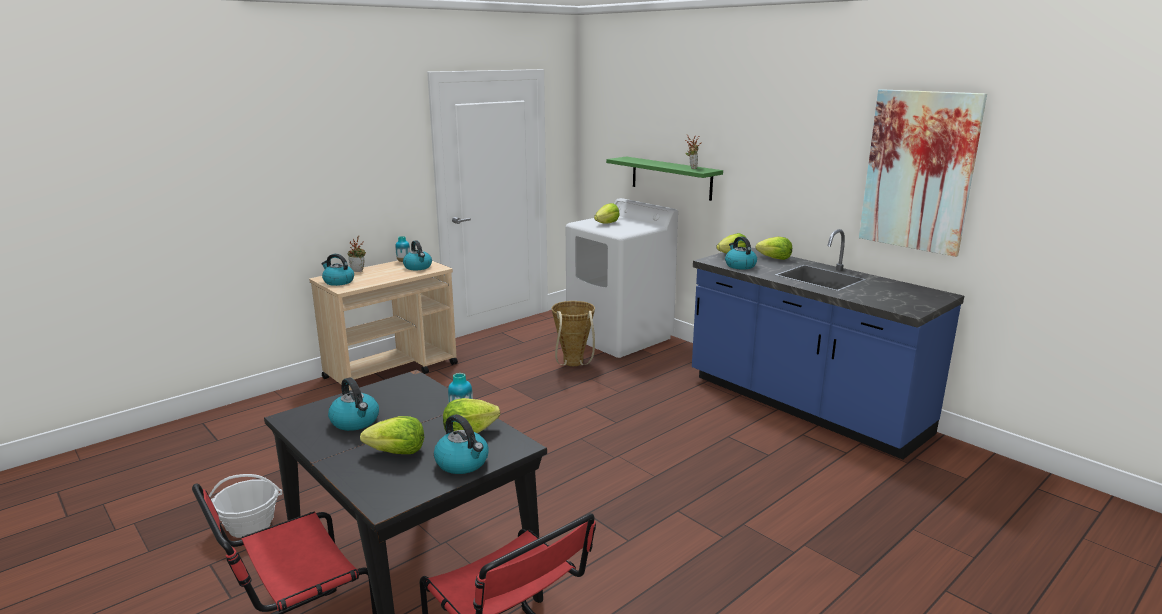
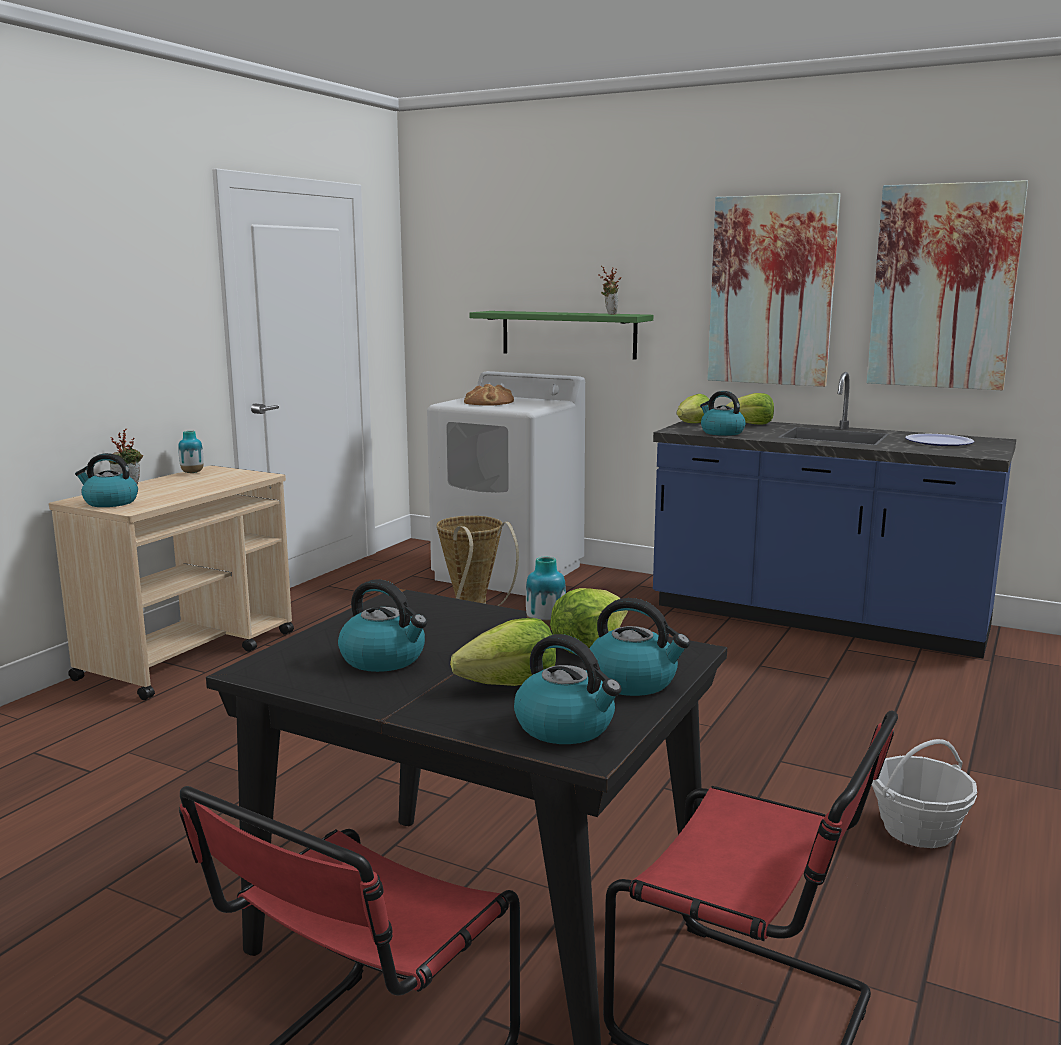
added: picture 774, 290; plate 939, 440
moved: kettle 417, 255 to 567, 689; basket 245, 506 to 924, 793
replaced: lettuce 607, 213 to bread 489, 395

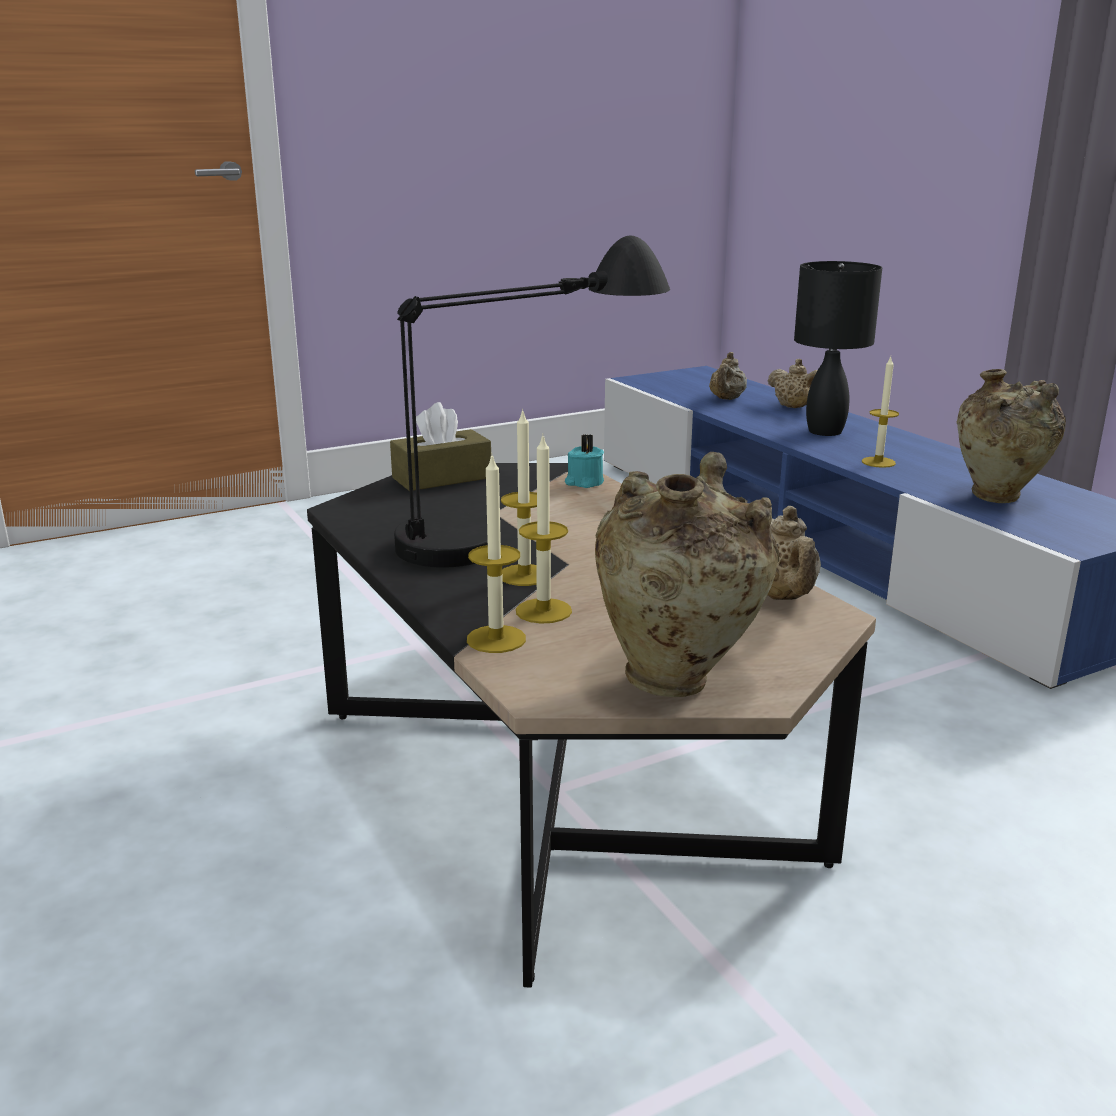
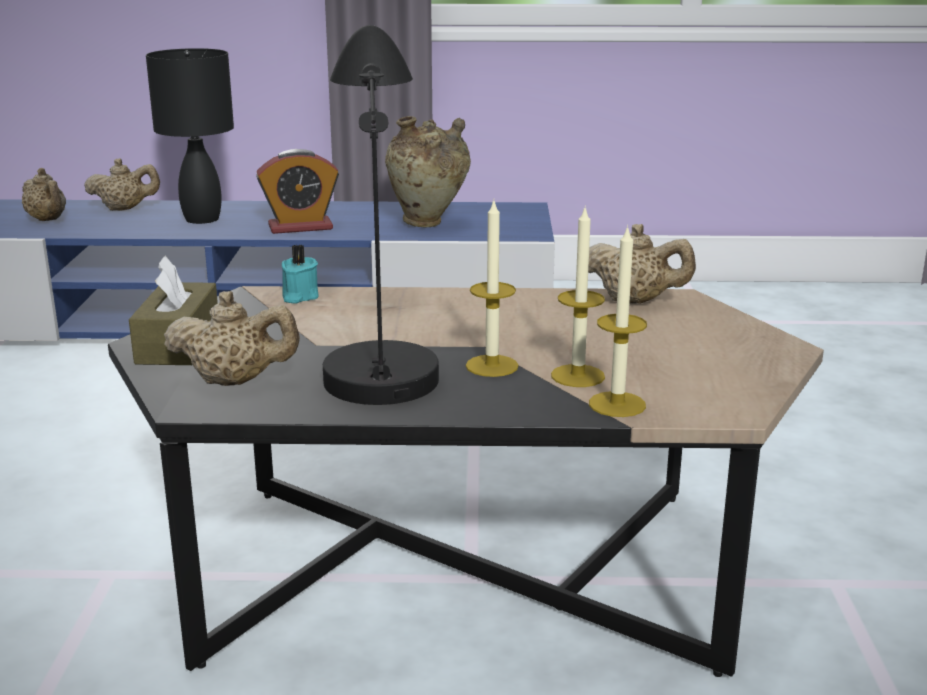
removed: vase (beige) 687, 574
added: teapot (beige) 232, 338
replaced: candle 880, 412 to alarm clock 297, 191

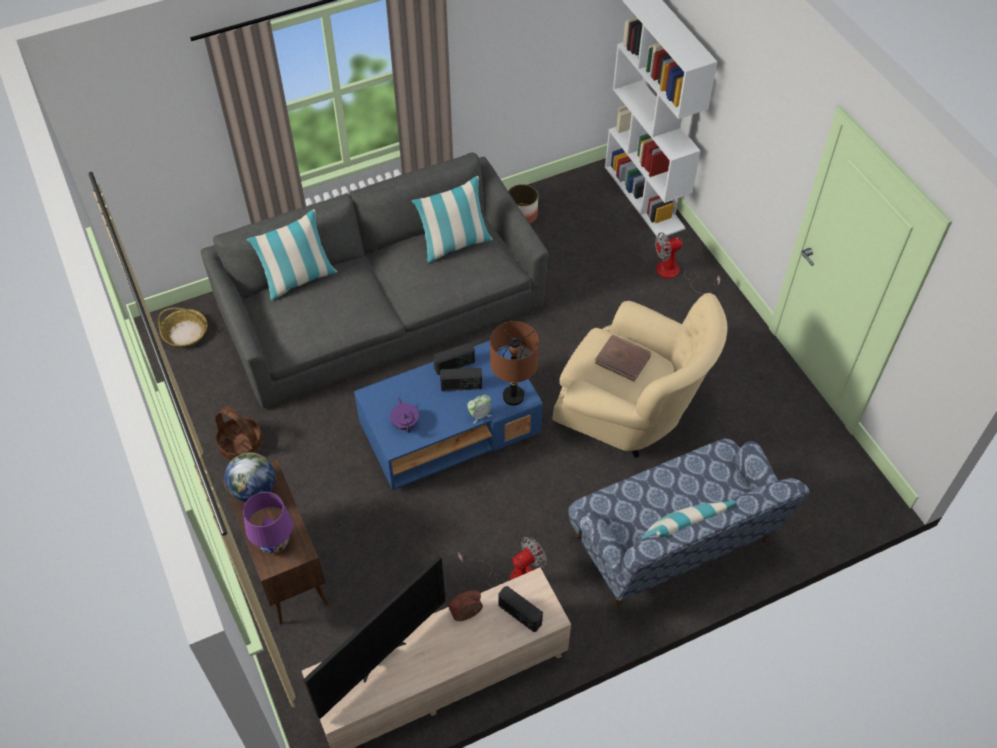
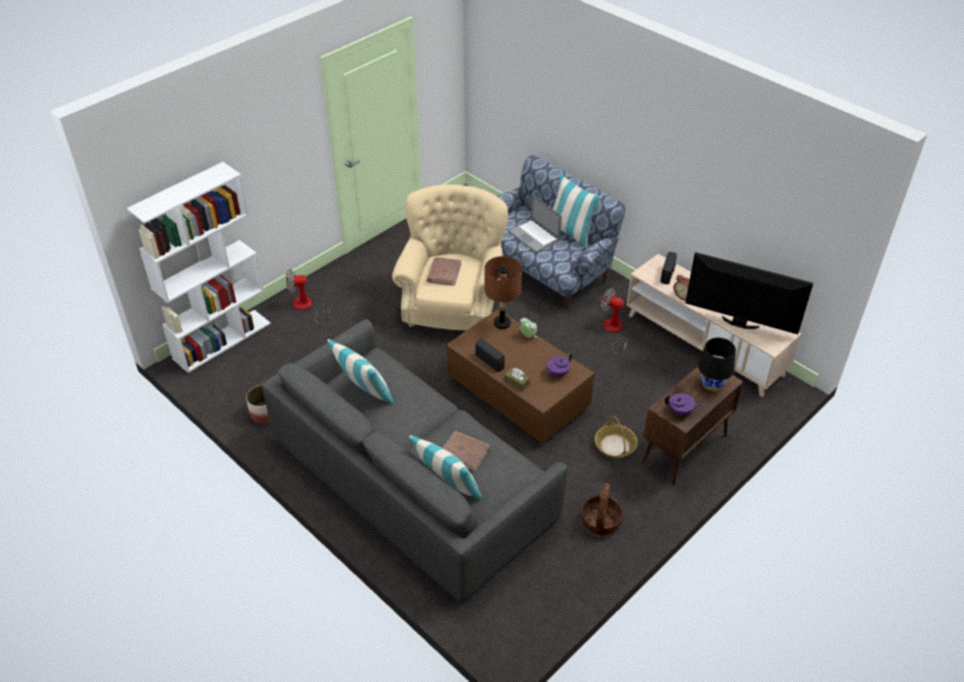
removed: radio 461, 379
added: book (brown) 466, 451; tissue box (brown) 517, 379; laptop 535, 223
moved: basket 182, 328 to 616, 437
replaced: globe 249, 477 to teapot (purple) 684, 404
recoloured: coffee table (blue) 448, 415 to coffee table (brown) 520, 376; table lamp (purple) 268, 523 to table lamp (black) 717, 364
turned: fan 688, 263 = 308, 297 120 degrees clockwise

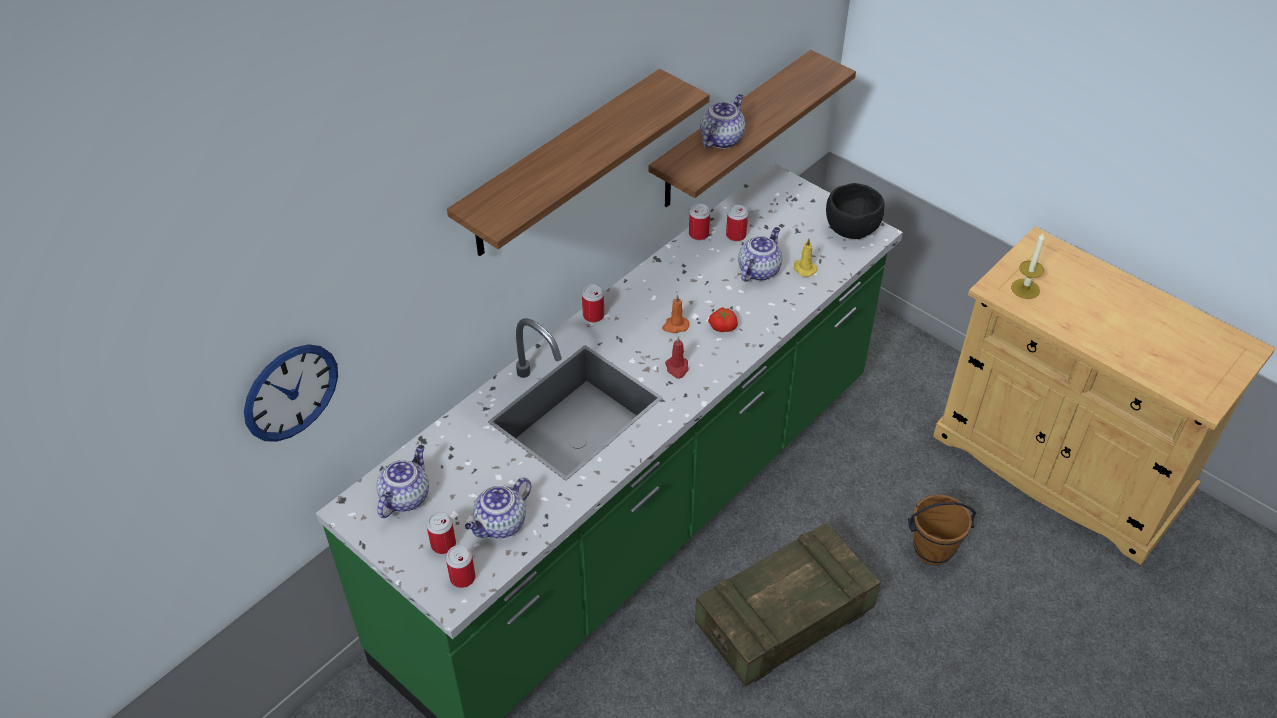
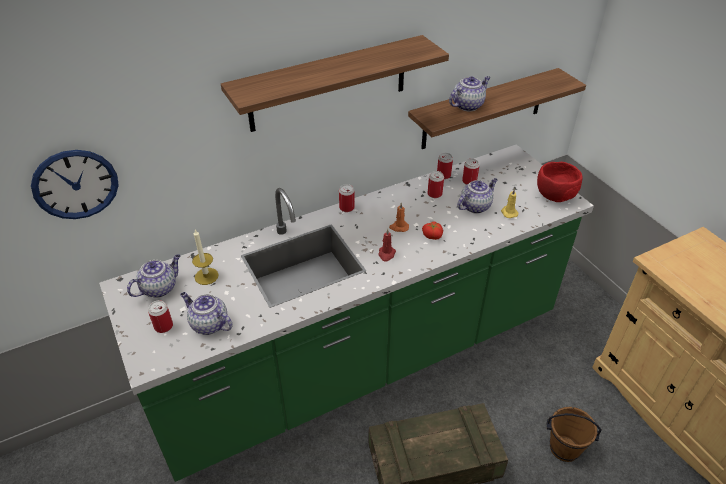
moved: candle 1028, 265 to 205, 257; can 460, 566 to 436, 184
recoloured: bowl (black) 855, 211 to bowl (red) 559, 182
turned: teapot 498, 507 = 206, 313 60 degrees clockwise

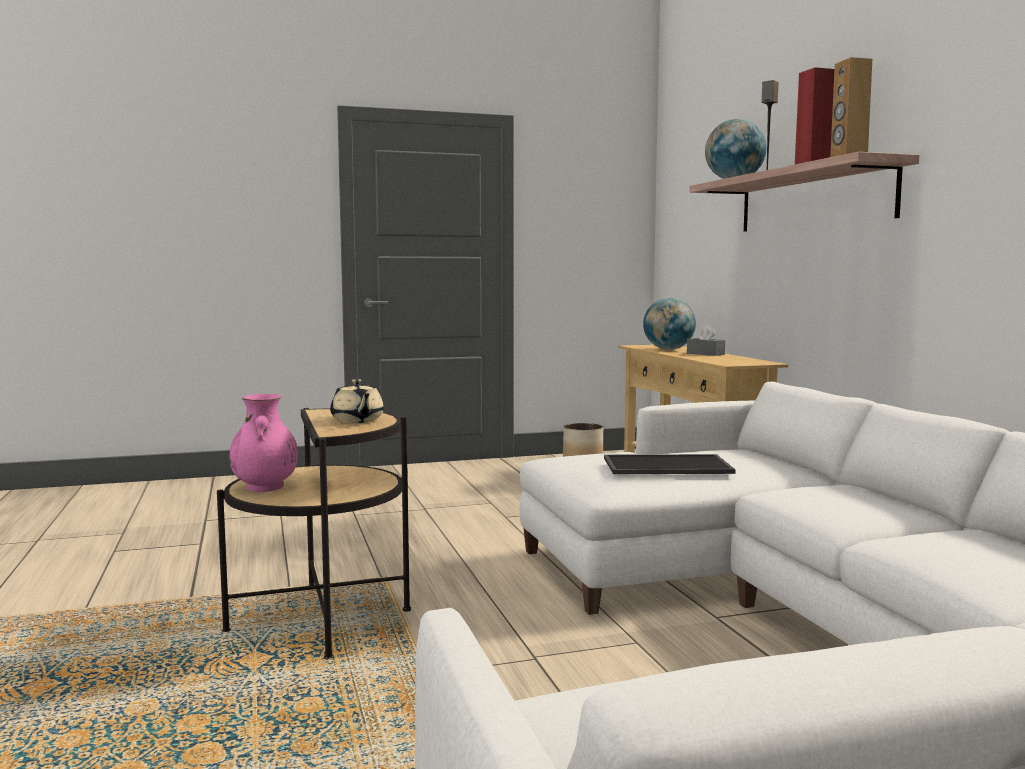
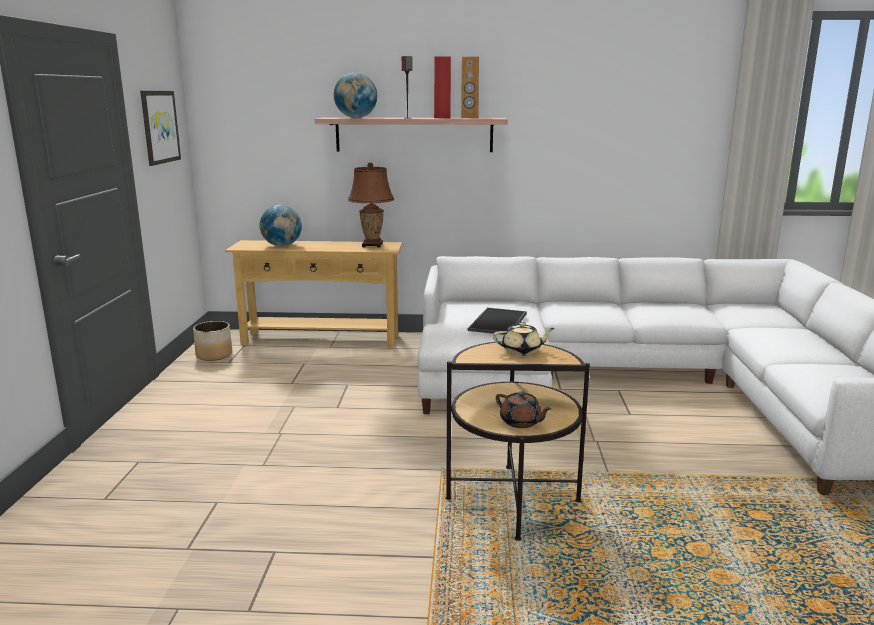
removed: tissue box (grey) 706, 340
added: picture 160, 128; table lamp (brown) 371, 204
replaced: vase (pink) 263, 443 to teapot (brown) 524, 409

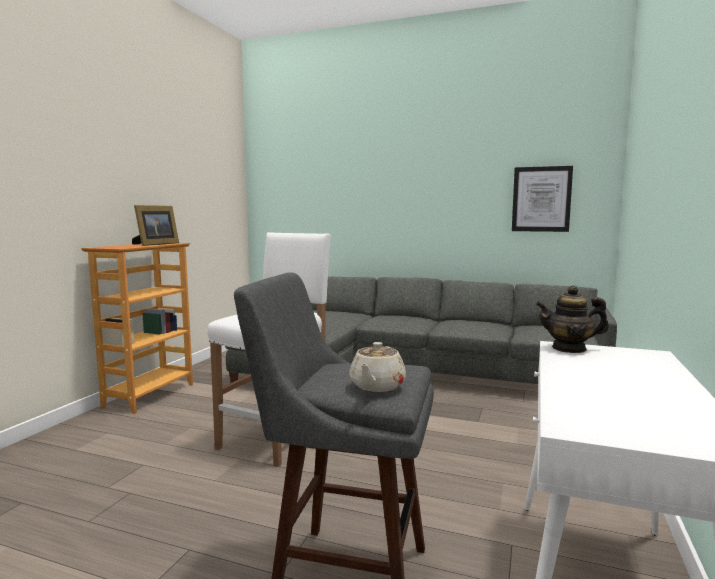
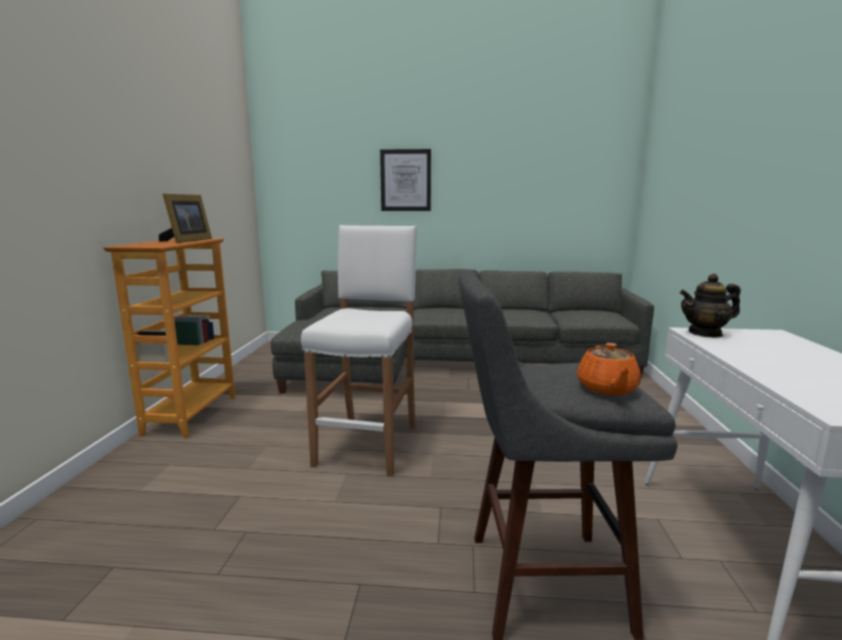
moved: picture 542, 199 to 405, 180
recoloured: teapot (beige) 377, 367 to teapot (orange) 609, 369

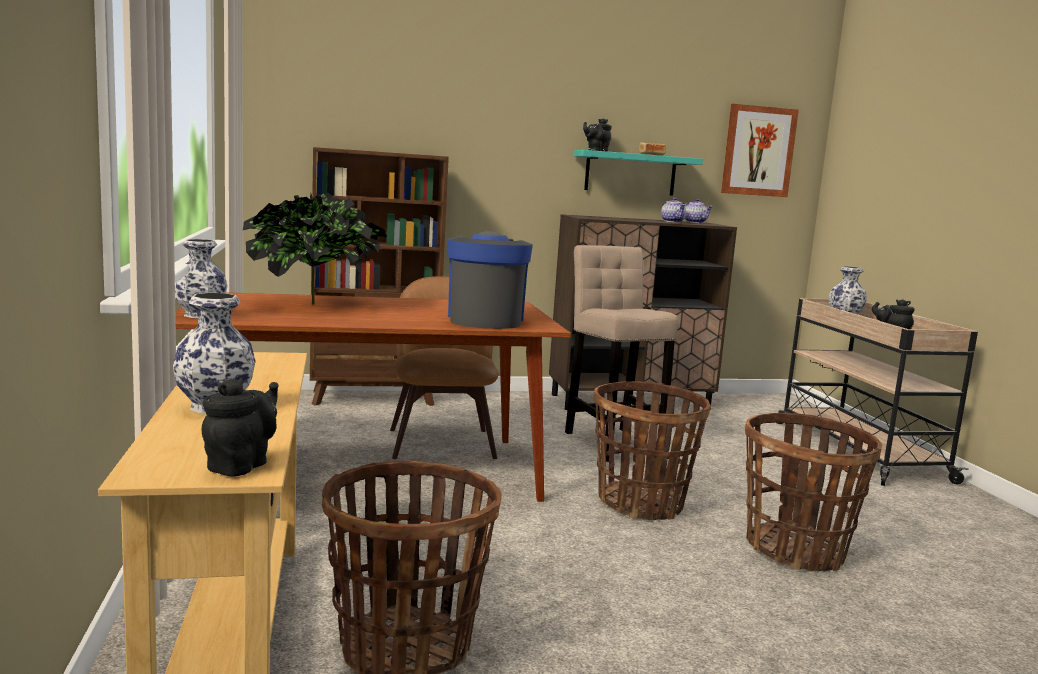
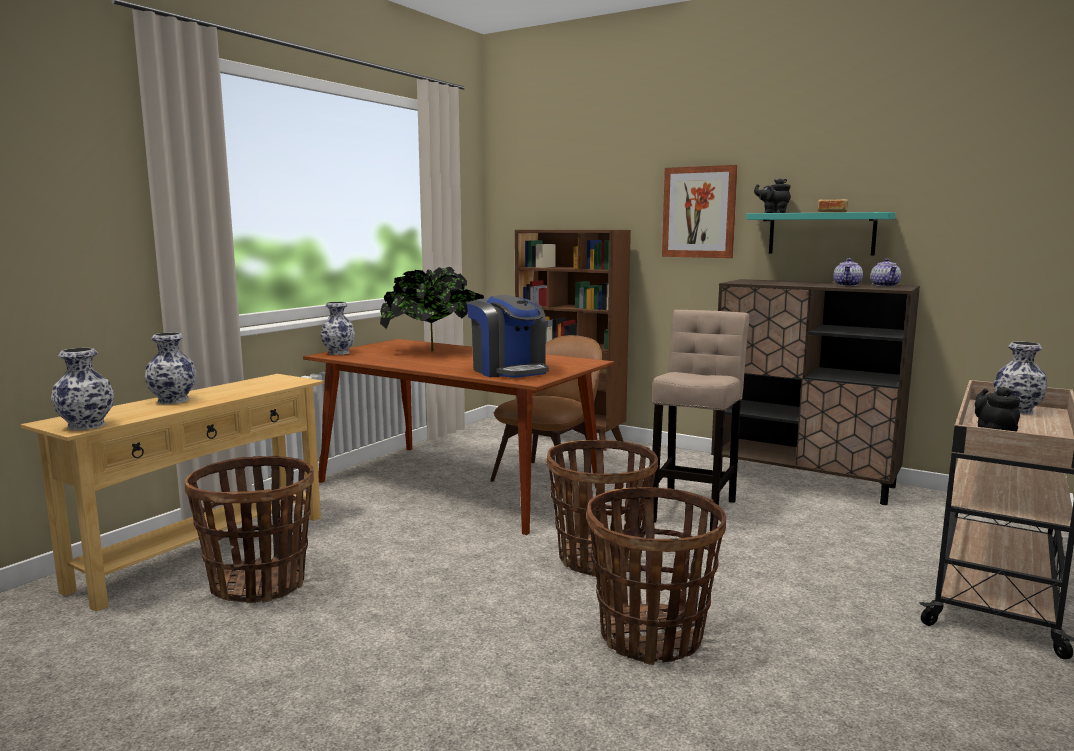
moved: picture 760, 150 to 700, 211
replaced: teapot (black) 240, 427 to vase 82, 389
turned: coffee machine 490, 280 = 508, 336 105 degrees clockwise

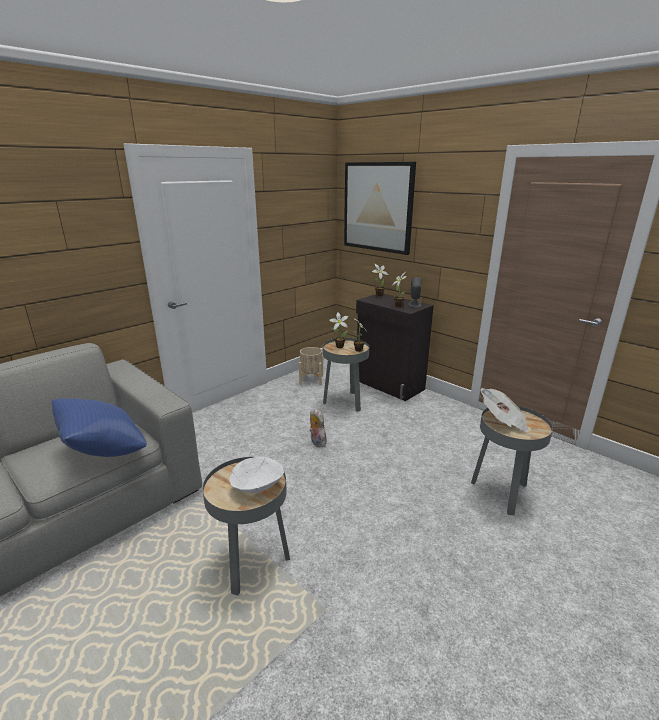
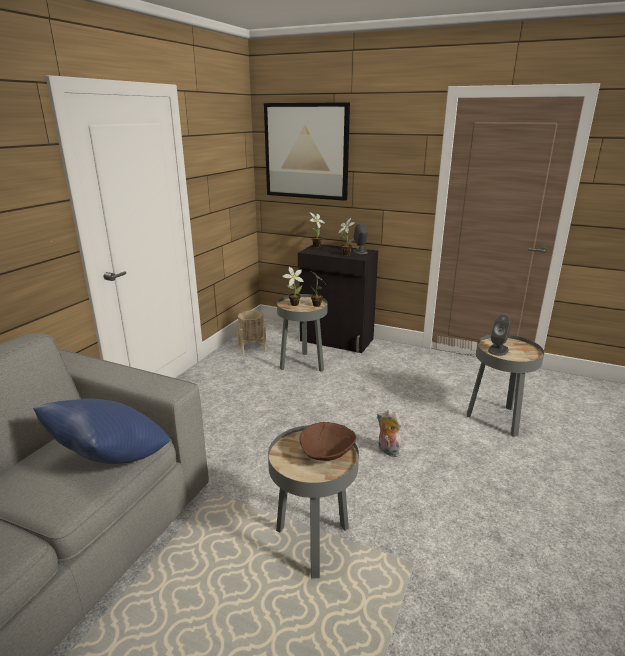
moved: plush toy 318, 428 to 389, 433
replaced: newspaper 505, 410 to speaker (grey) 499, 335
recoloured: bowl (white) 256, 475 to bowl (brown) 327, 441

